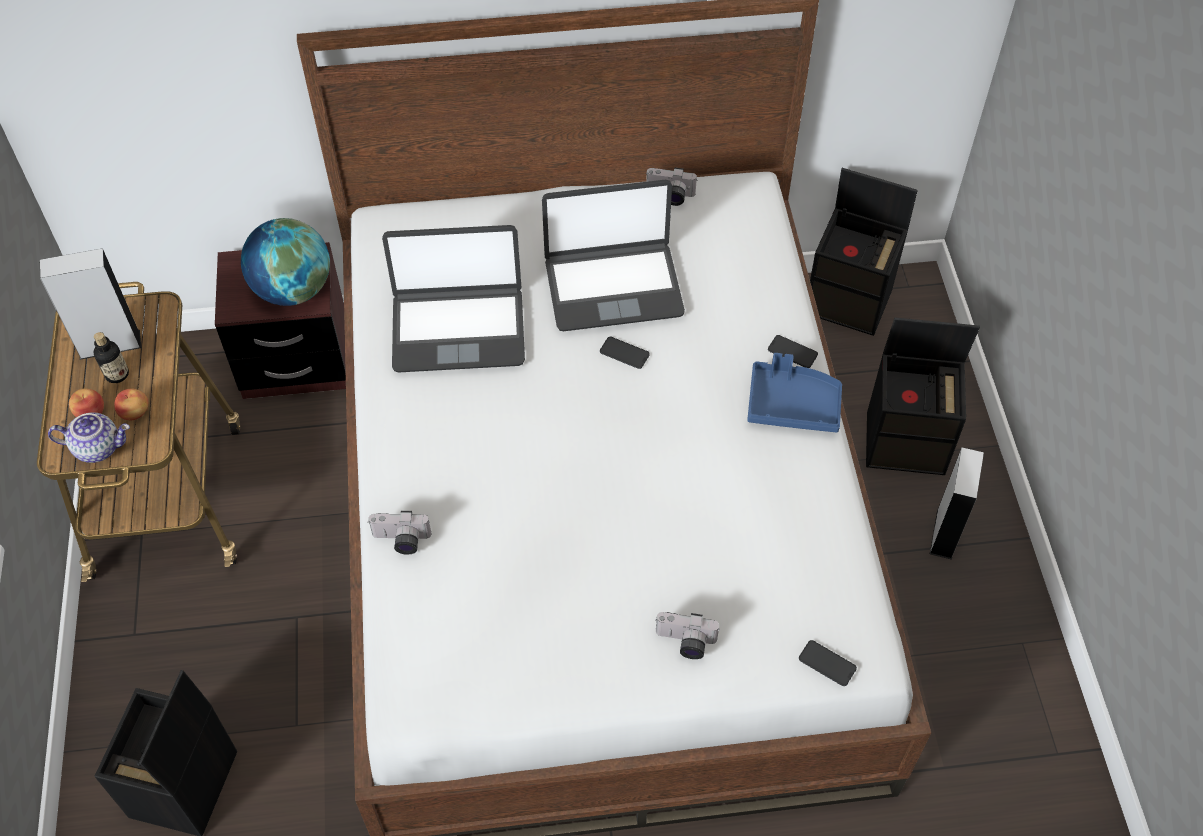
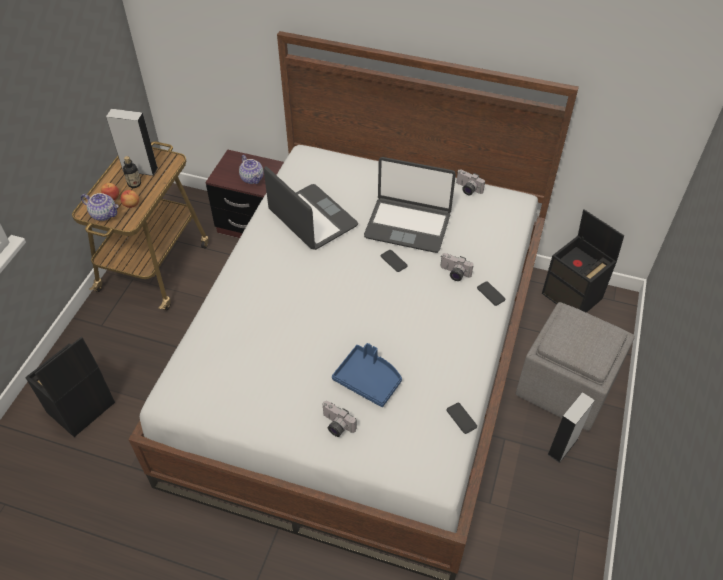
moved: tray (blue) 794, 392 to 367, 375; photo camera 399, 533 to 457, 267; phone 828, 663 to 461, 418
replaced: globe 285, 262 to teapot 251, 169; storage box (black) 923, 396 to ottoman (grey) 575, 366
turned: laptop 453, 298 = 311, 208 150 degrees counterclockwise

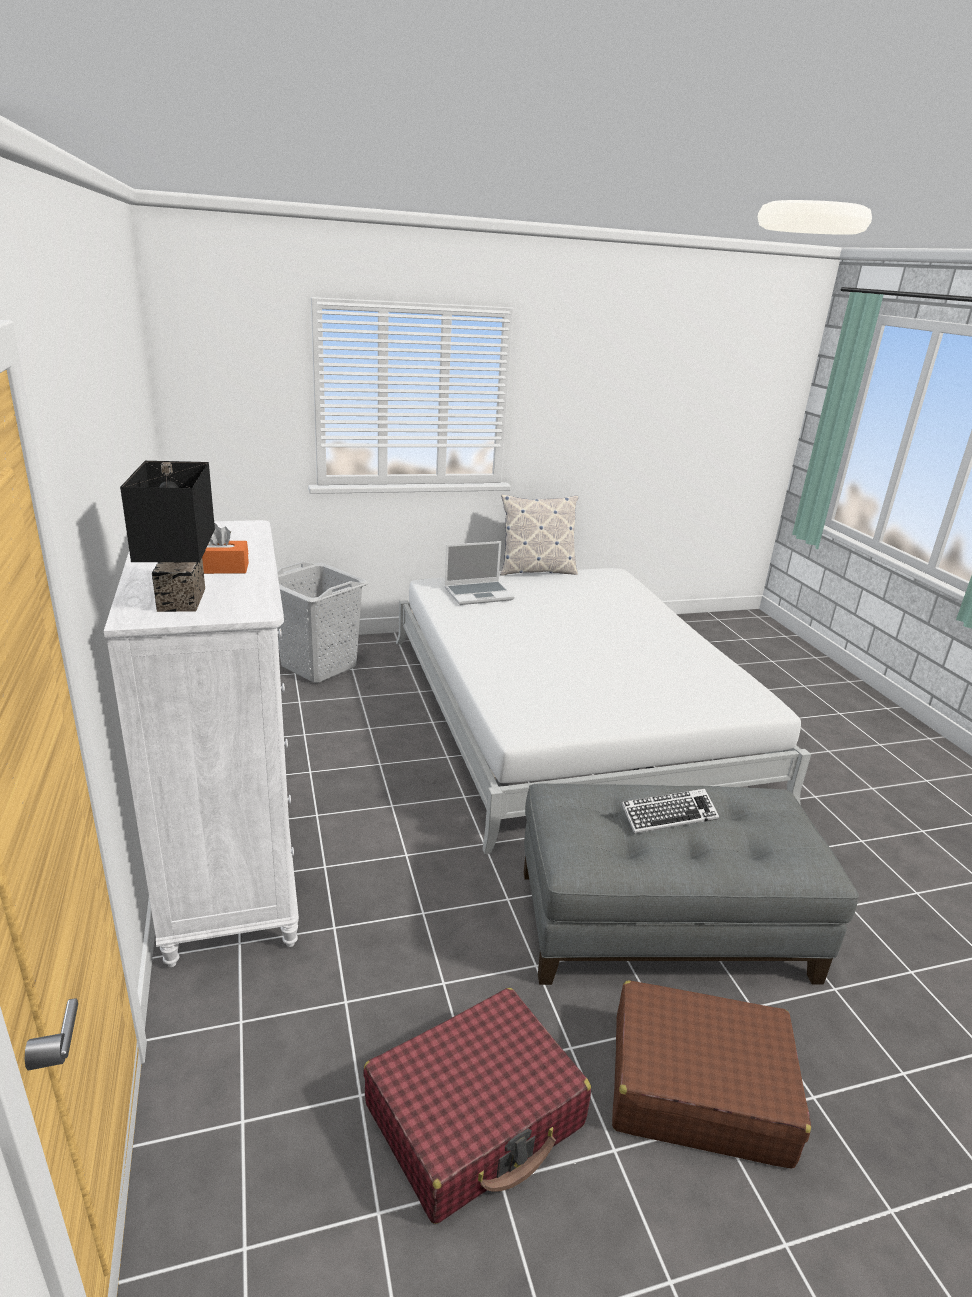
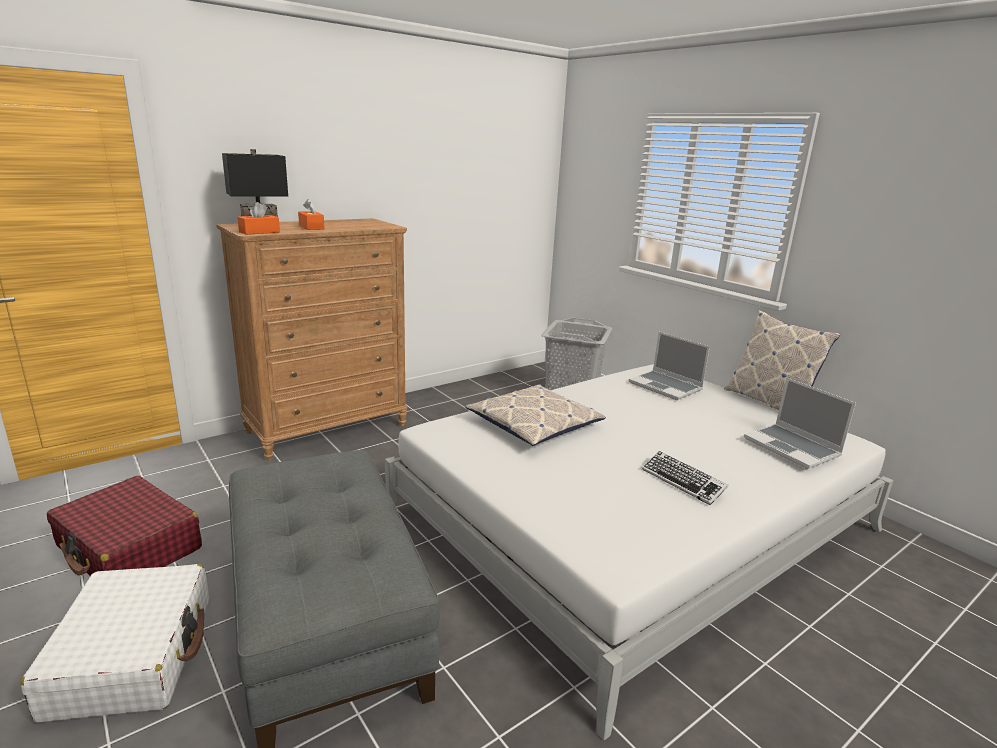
added: tissue box (orange) 258, 218; pillow 535, 415; laptop 800, 423
moved: keyboard 670, 811 to 685, 478
recoloured: suitcase (brown) 711, 1074 to suitcase (white) 115, 643; dresser (white) 201, 743 to dresser (brown) 312, 339

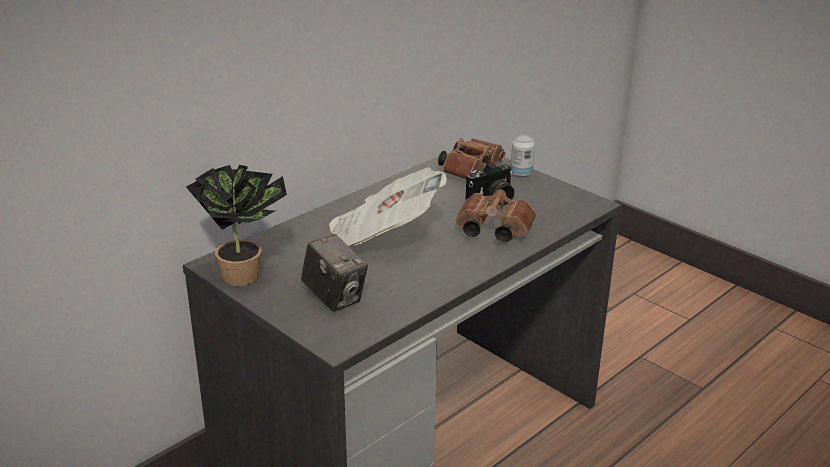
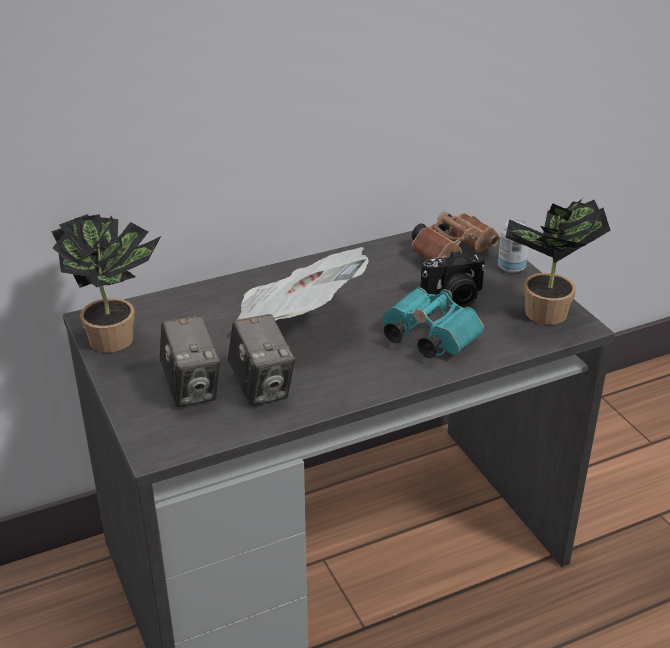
added: photo camera 261, 360; potted plant 558, 261
recoloured: binoculars (brown) 495, 215 to binoculars (turquoise) 433, 323

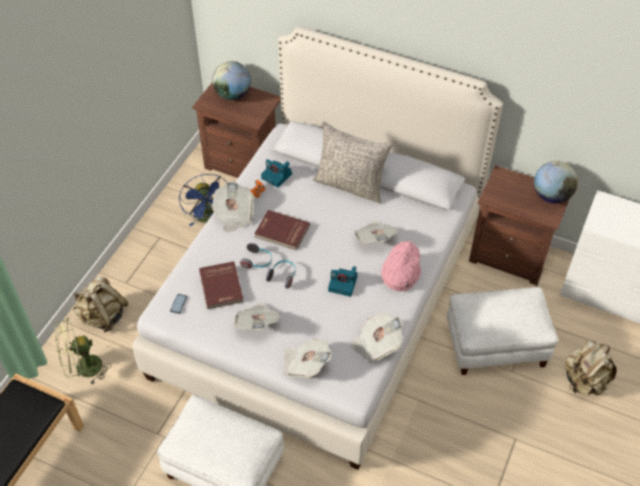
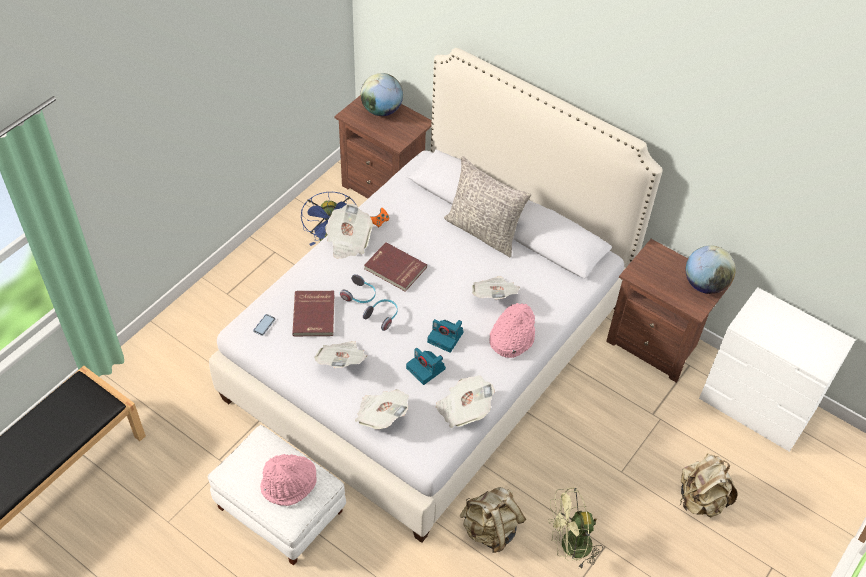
removed: ottoman (white) 503, 331
added: hat (pink) 288, 480
moved: photo camera 276, 173 to 426, 366; backpack (beige) 100, 304 to 493, 520; fan (green) 83, 351 to 575, 528

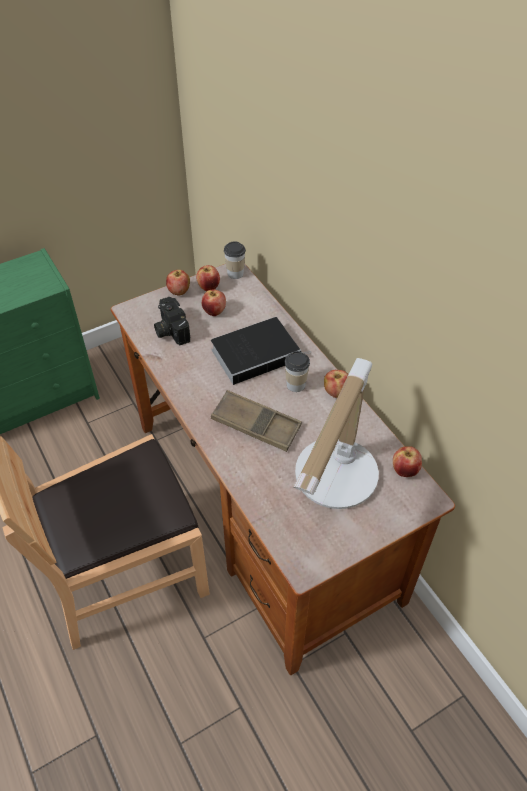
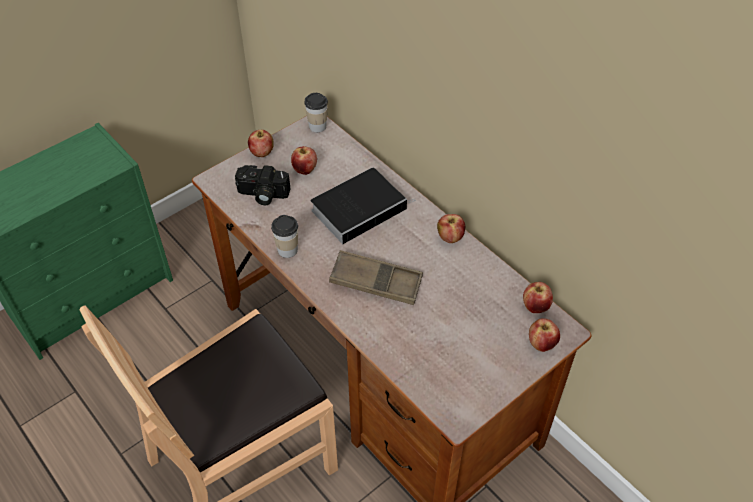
removed: table lamp 336, 433
moved: cup 297, 371 to 284, 236; apple 208, 278 to 544, 335
turned: photo camera 172, 321 = 262, 185 45 degrees counterclockwise

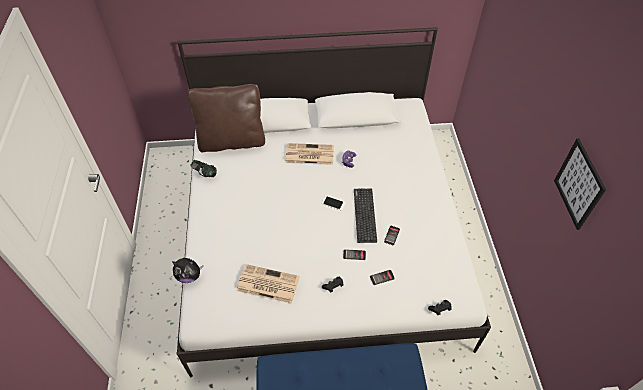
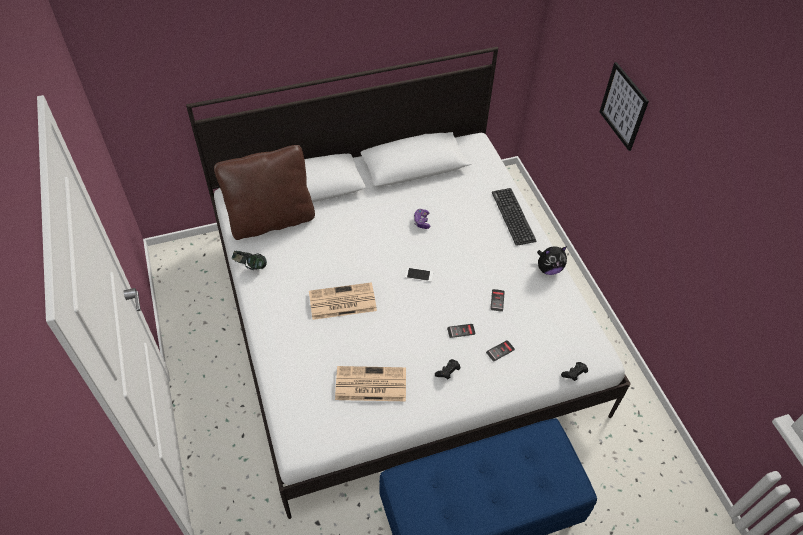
moved: newspaper 309, 154 to 343, 301; keyboard 365, 215 to 514, 217; plush toy 187, 270 to 552, 260; picture 580, 184 to 624, 106

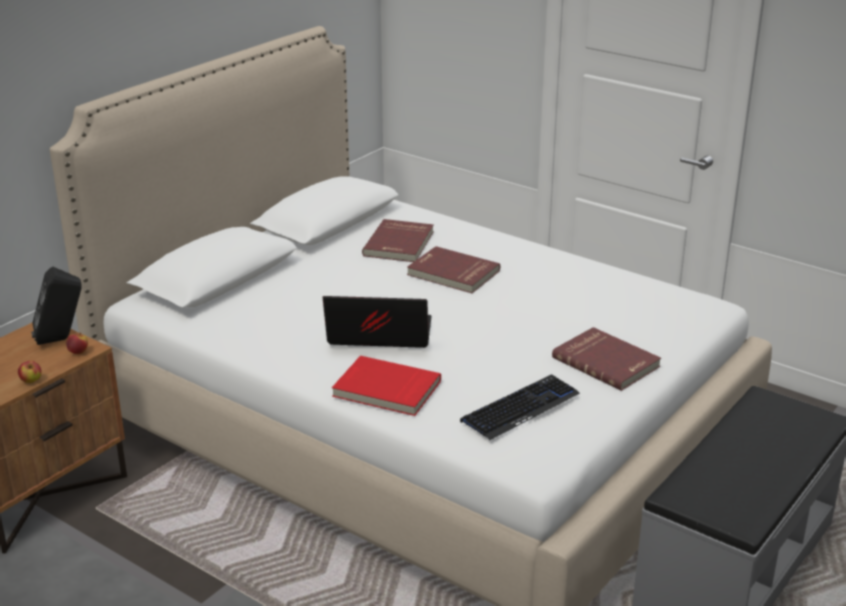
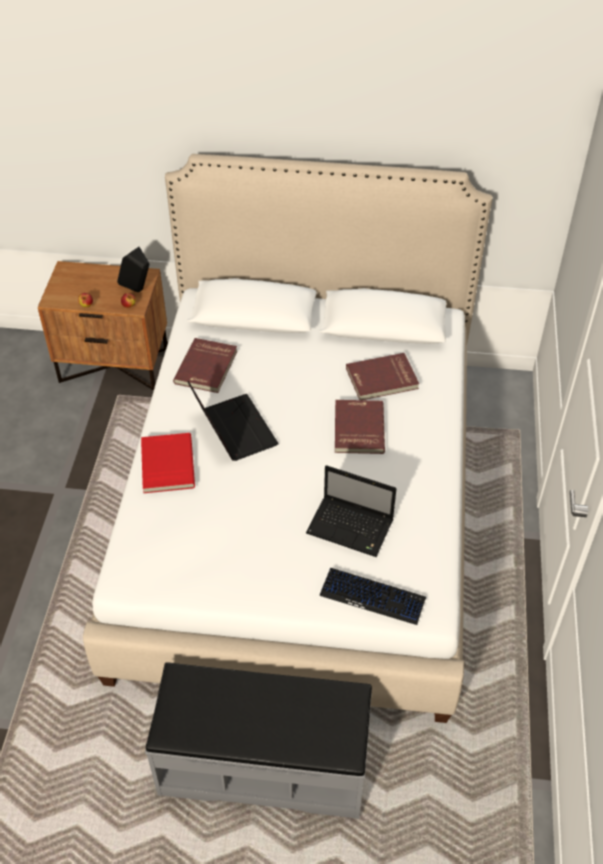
added: laptop 351, 511
moved: book (red) 606, 359 to 205, 365; keyboard 520, 407 to 372, 596

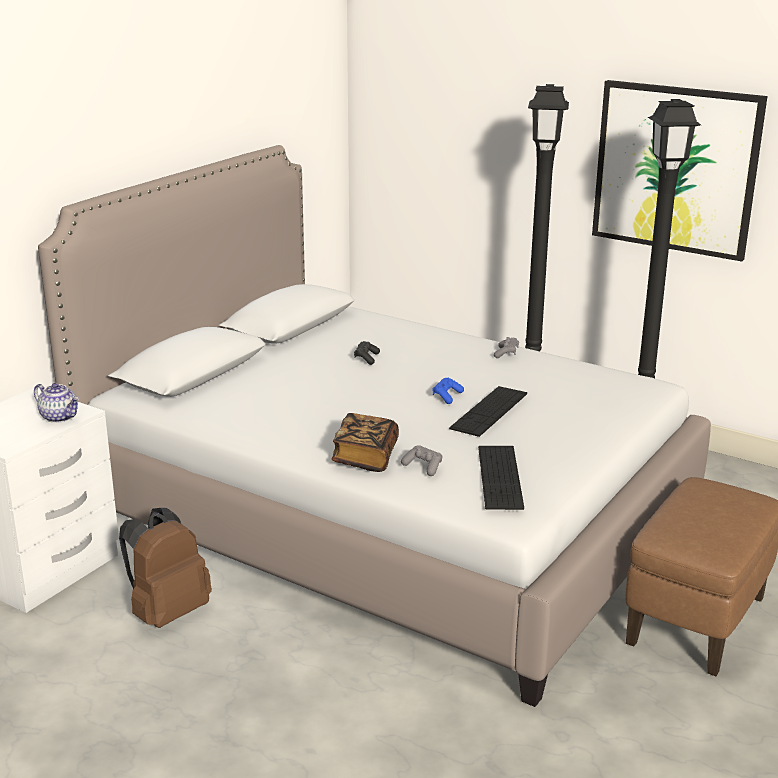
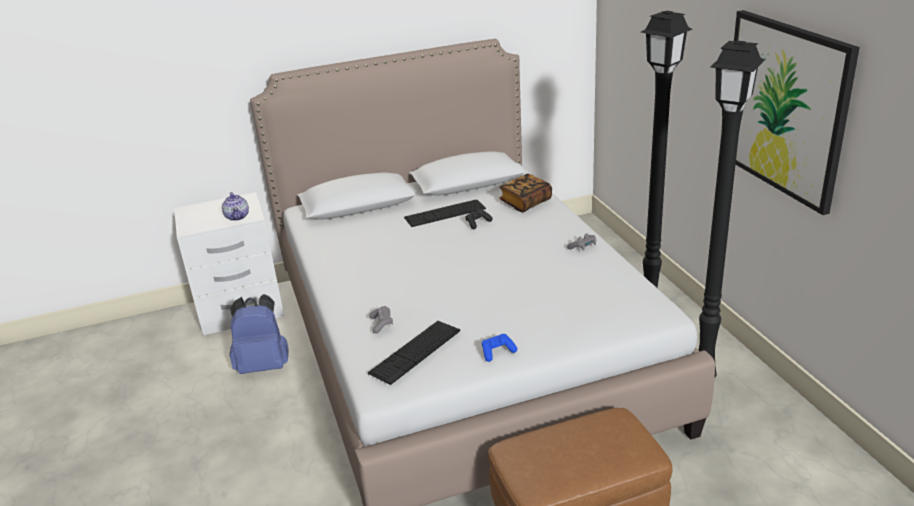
moved: keyboard 488, 411 to 445, 213; game controller (blue) 448, 391 to 499, 348; book 365, 442 to 525, 193
recoloured: backpack (brown) 165, 568 to backpack (blue) 259, 334

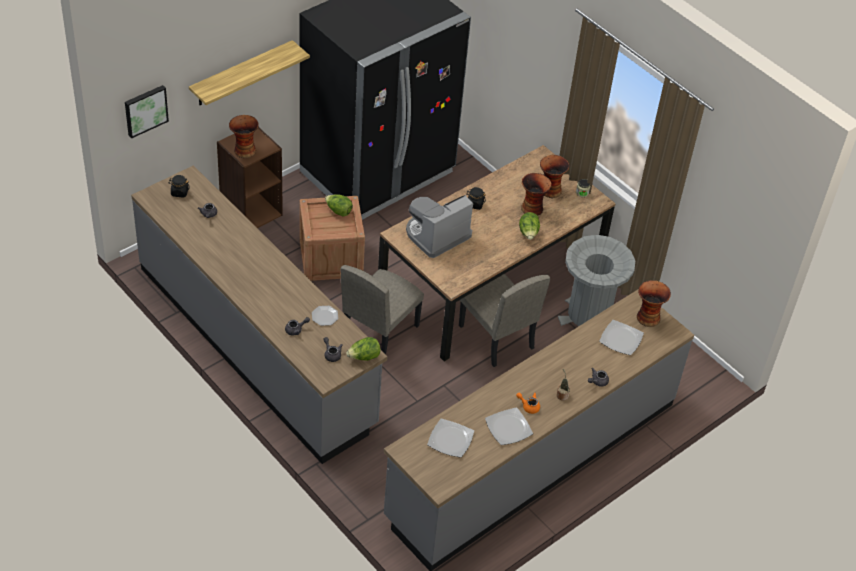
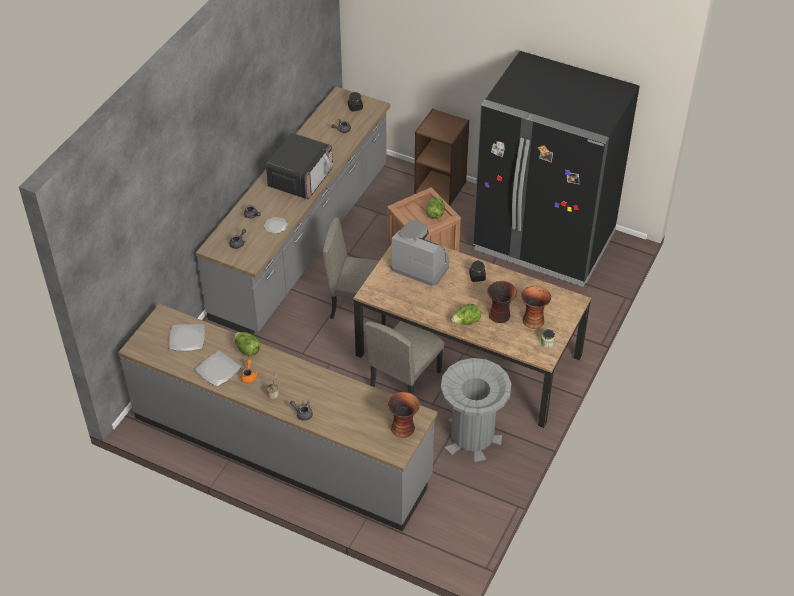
removed: picture 147, 112; shelf 249, 72; vase 244, 136; plate 621, 337
added: microwave 299, 166
moved: lettuce 363, 349 to 247, 344

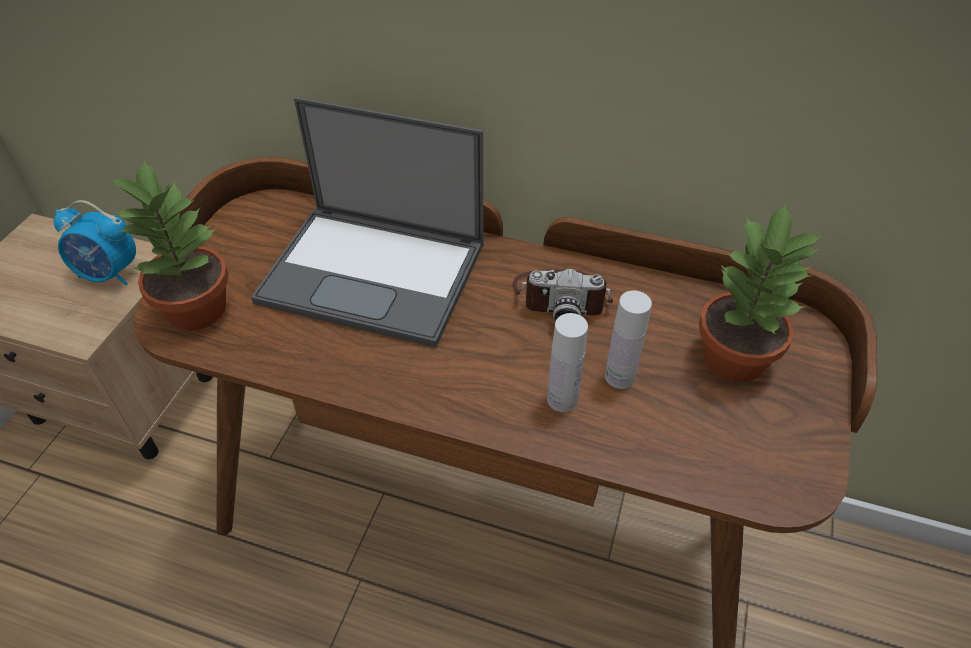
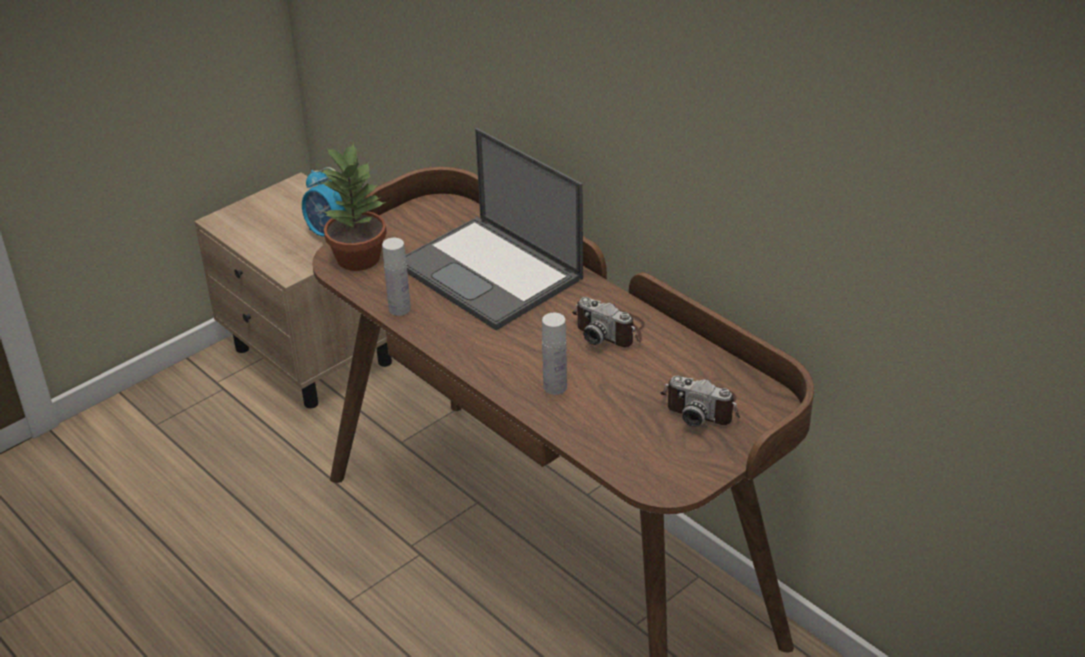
moved: bottle (white) 628, 340 to 396, 277
replaced: potted plant 761, 292 to photo camera 700, 401

